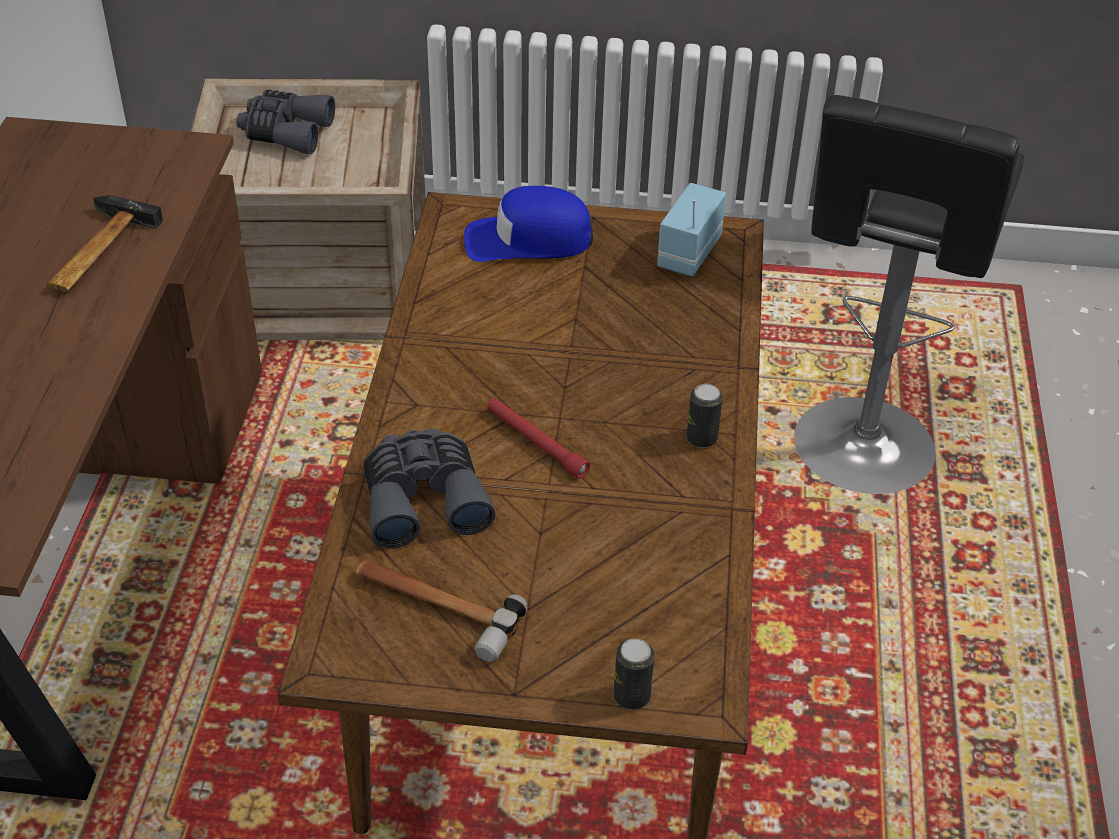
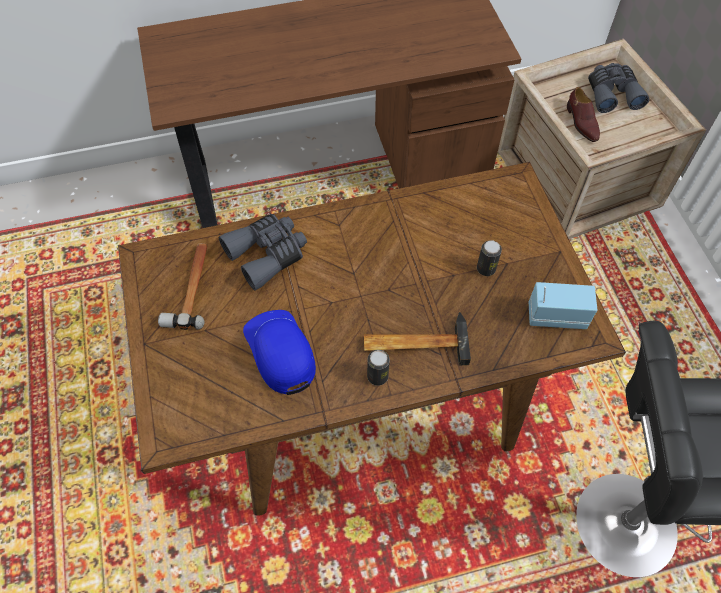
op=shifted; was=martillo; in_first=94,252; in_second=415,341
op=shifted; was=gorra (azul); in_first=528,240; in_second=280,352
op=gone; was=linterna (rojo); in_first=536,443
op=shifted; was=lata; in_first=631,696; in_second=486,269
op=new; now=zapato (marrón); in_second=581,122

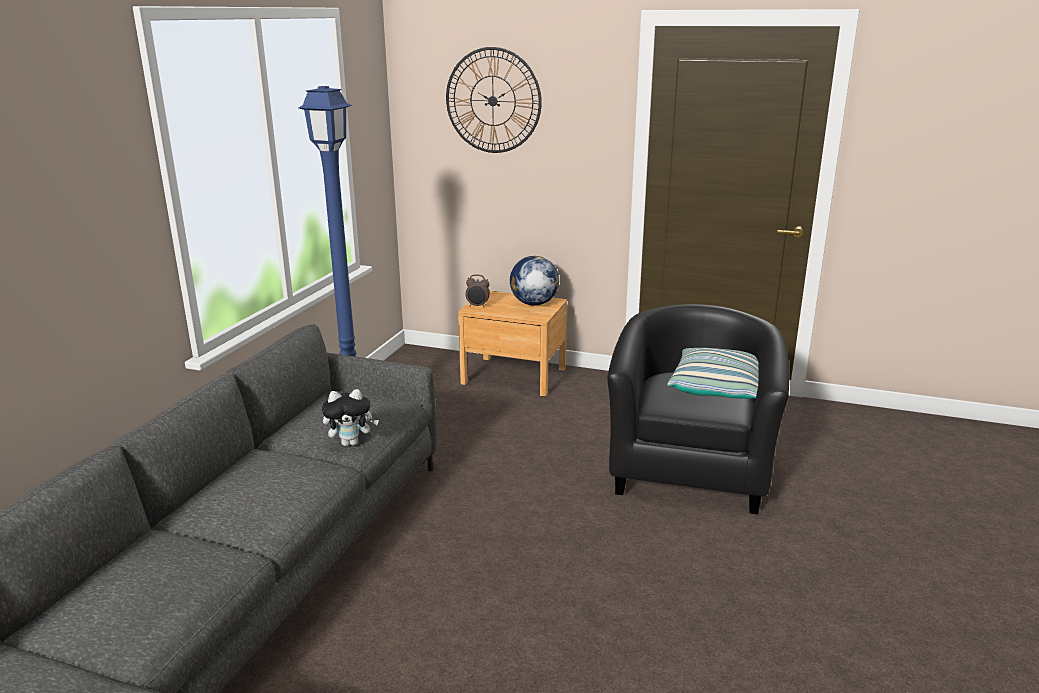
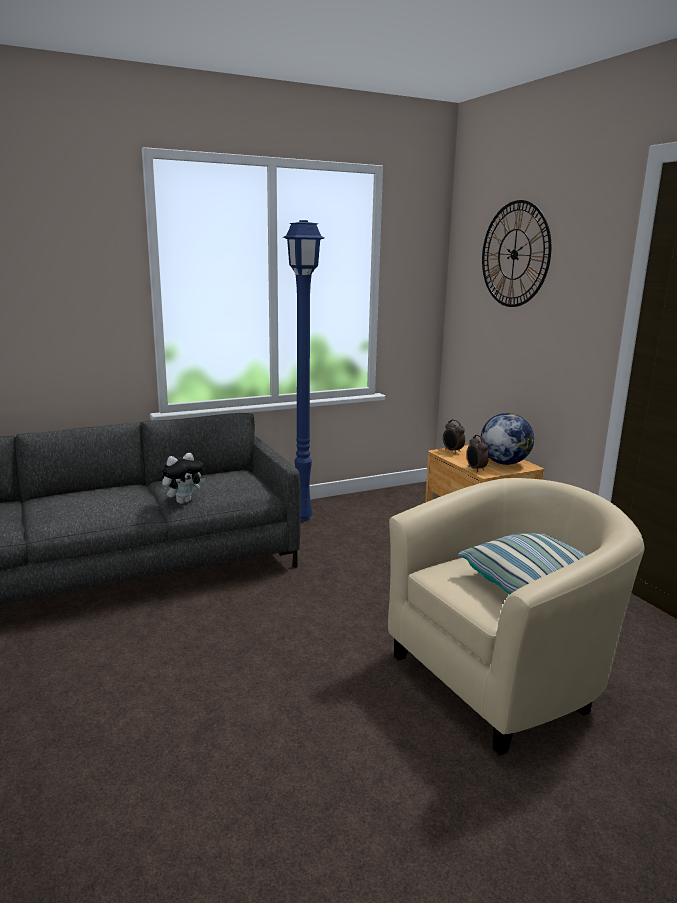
op=rotated; was=peluche; in_first=351,443; in_second=183,501; clockwise=-75
op=repainted; was=sillón (negro); now=sillón (beis); in_first=690,470; in_second=503,676
op=new; now=despertador; in_second=475,469

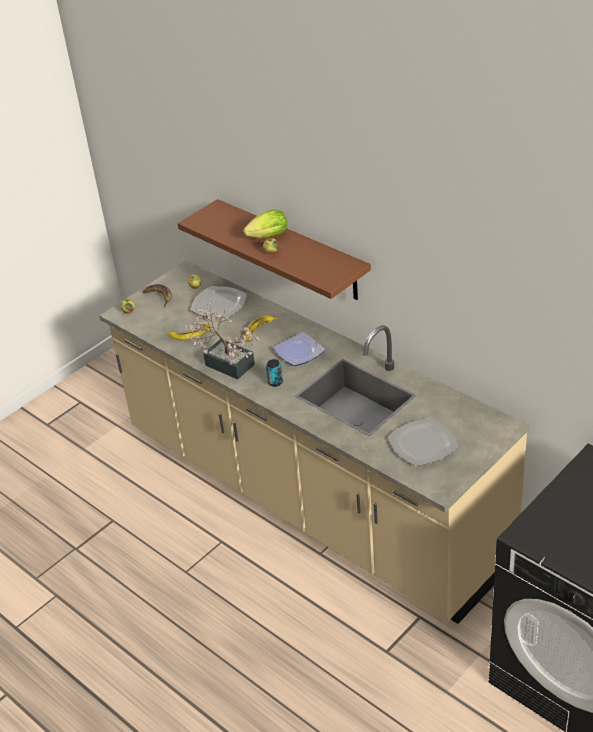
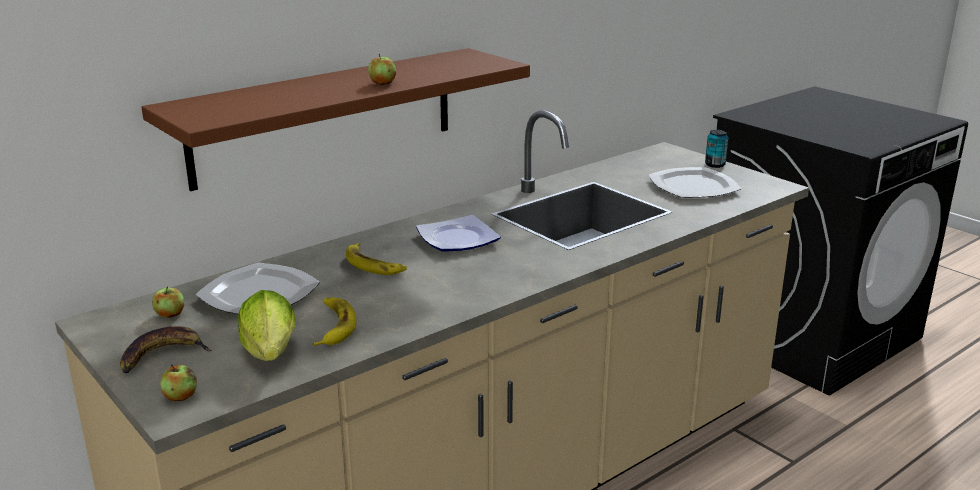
op=gone; was=planta en maceta; in_first=225,362
op=shifted; was=lechuga; in_first=266,237; in_second=270,355
op=shifted; was=lata; in_first=275,382; in_second=715,165

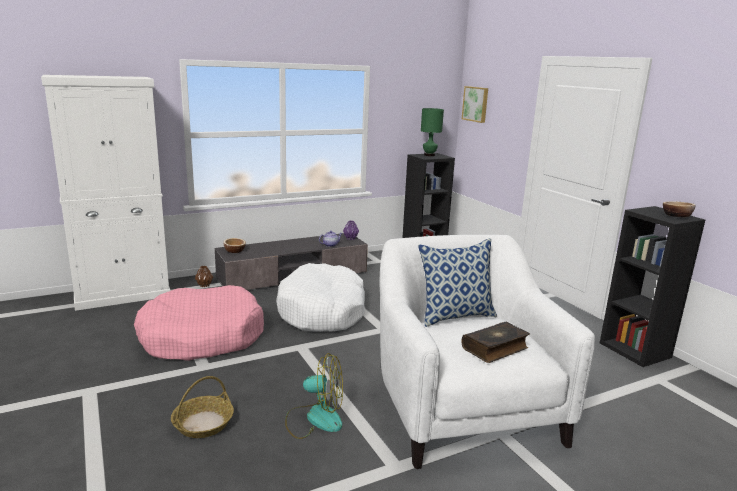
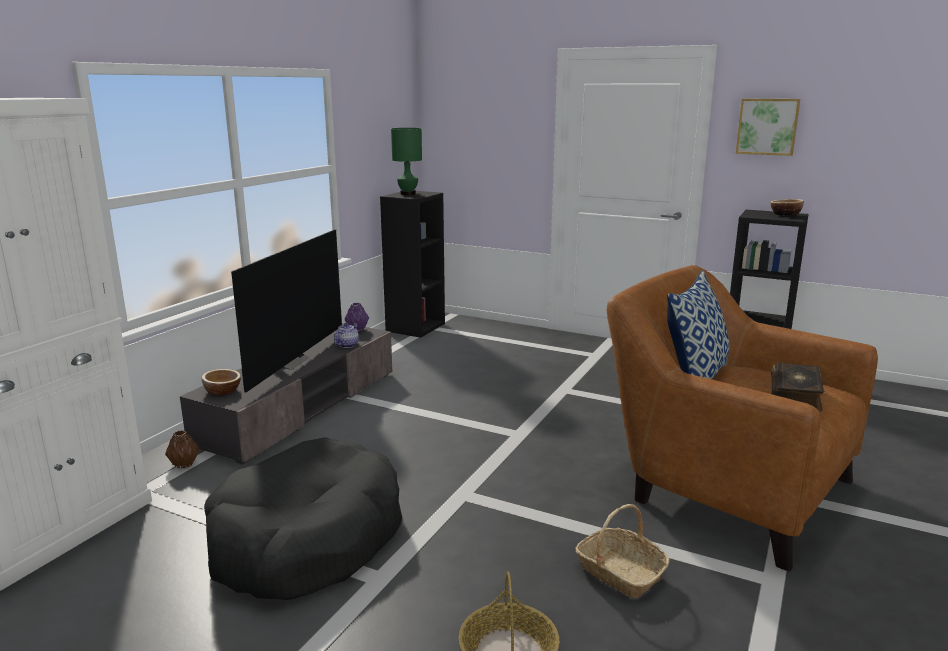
op=repainted; was=cama para perro (rosa); now=cama para perro (negro); in_first=201,337; in_second=307,540
op=gone; was=cama para perro (blanco); in_first=322,311
op=swapped; was=ventilador; now=cesta; in_first=315,418; in_second=619,572
op=repainted; was=sillón (blanco); now=sillón (marrón); in_first=463,407; in_second=723,485
op=shifted; was=cuadro; in_first=476,104; in_second=767,126
op=new; now=televisor; in_second=290,362

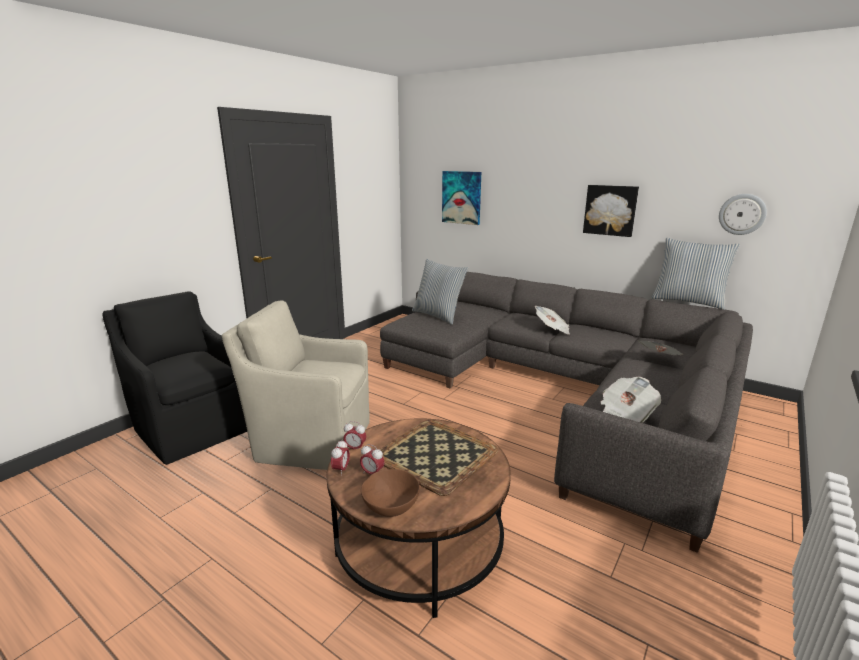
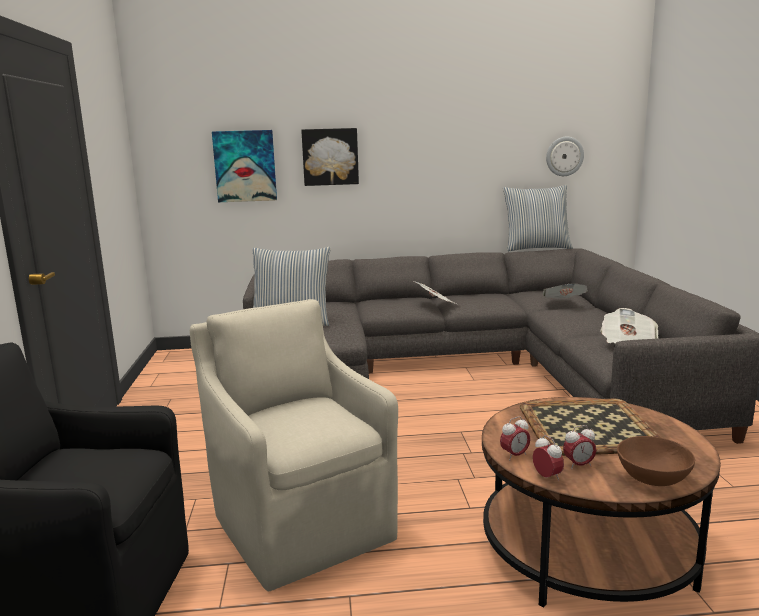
op=rotated; was=sillón (beis); in_first=311,441; in_second=301,524; clockwise=90
op=shifted; was=cuadro; in_first=610,210; in_second=330,157

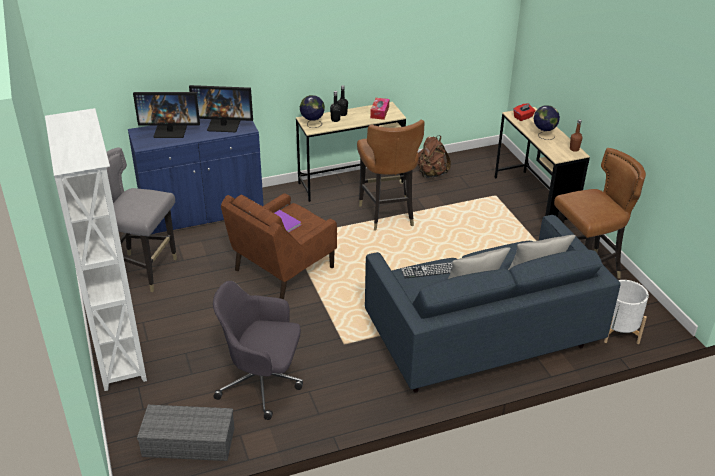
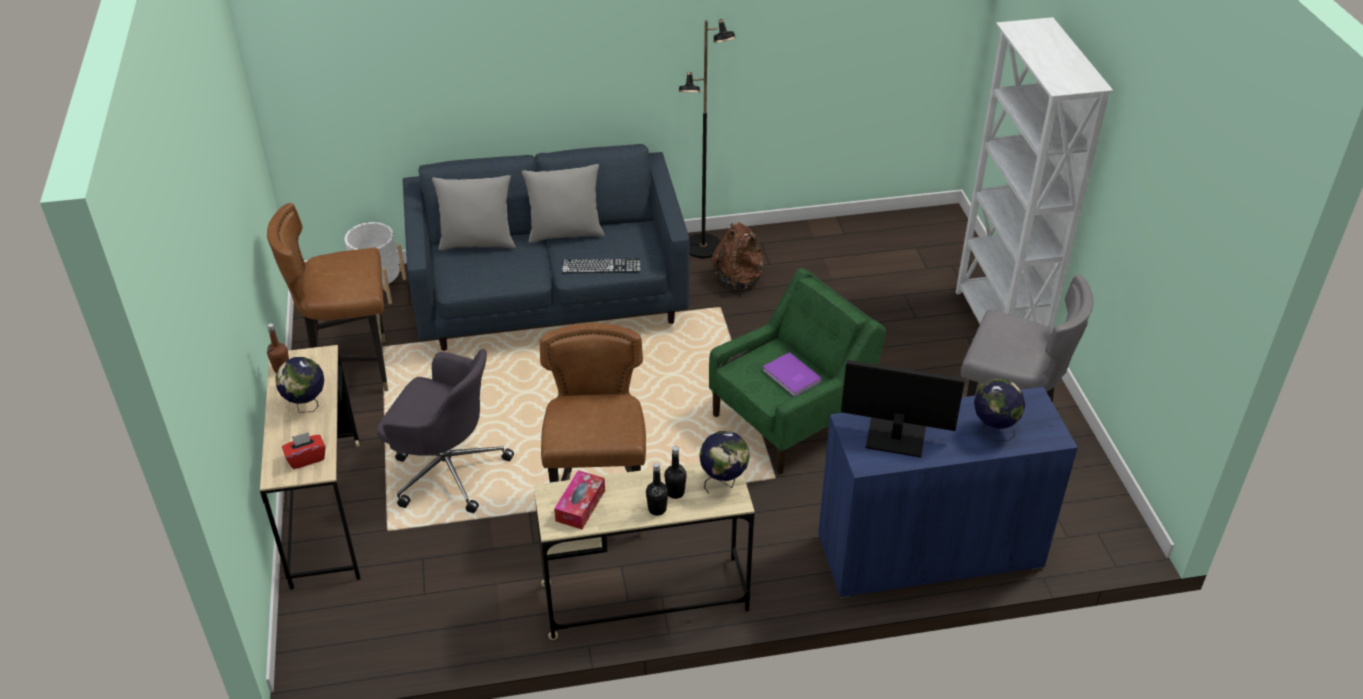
op=swapped; was=monitor; now=globo terráqueo; in_first=170,131; in_second=993,431
op=gone; was=caja de almacenaje (gris); in_first=190,441
op=shifted; was=silla de oficina (gris); in_first=262,383; in_second=446,470
op=repainted; was=sillón (marrón); now=sillón (verde); in_first=283,269; in_second=790,420
op=shifted; was=mochila (marrón); in_first=431,174; in_second=739,279
op=new; now=lámpara de pie (negro); in_second=703,247

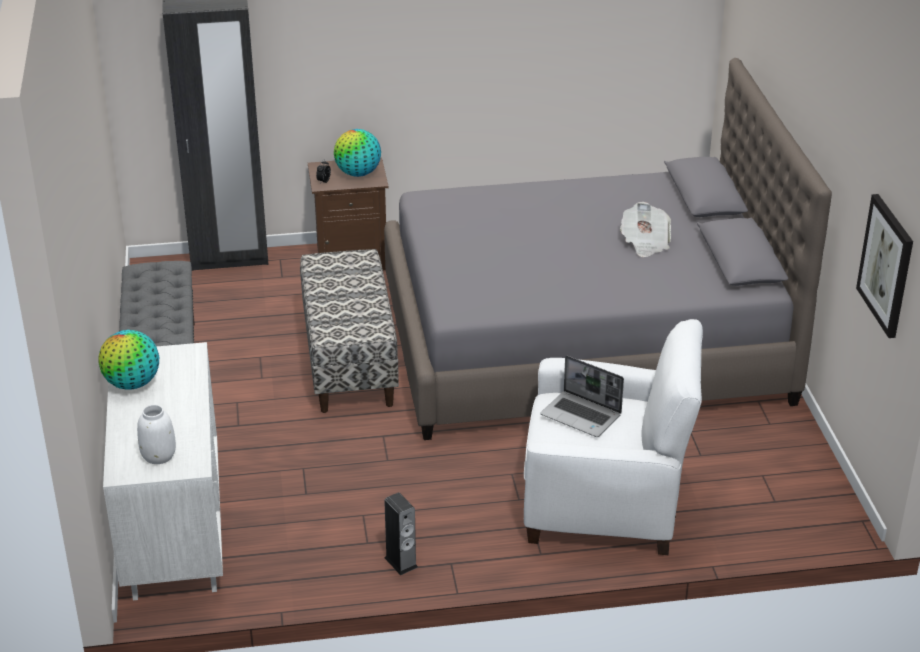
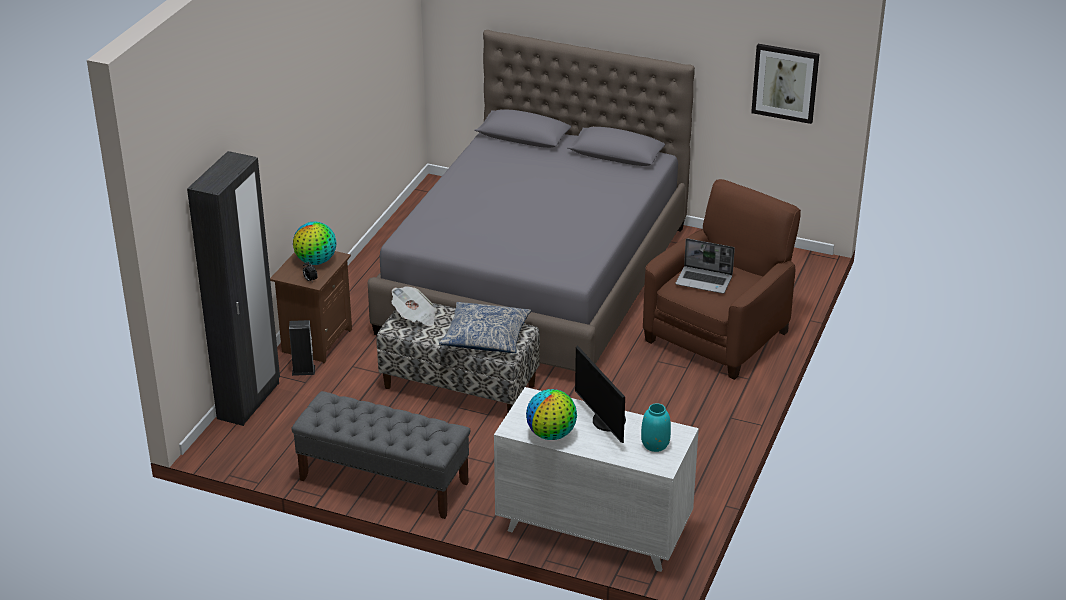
op=repainted; was=florero (blanco); now=florero (turquesa); in_first=159,455; in_second=655,444
op=shifted; was=altavoz; in_first=401,562; in_second=303,370
op=repainted; was=sillón (blanco); now=sillón (marrón); in_first=605,502; in_second=718,335
op=rotated; was=portátil; in_first=582,415; in_second=704,281; clockwise=45
op=shifted; was=periódico; in_first=645,243; in_second=415,317
op=new; now=cojín; in_second=485,337
op=new; now=monitor; in_second=605,422

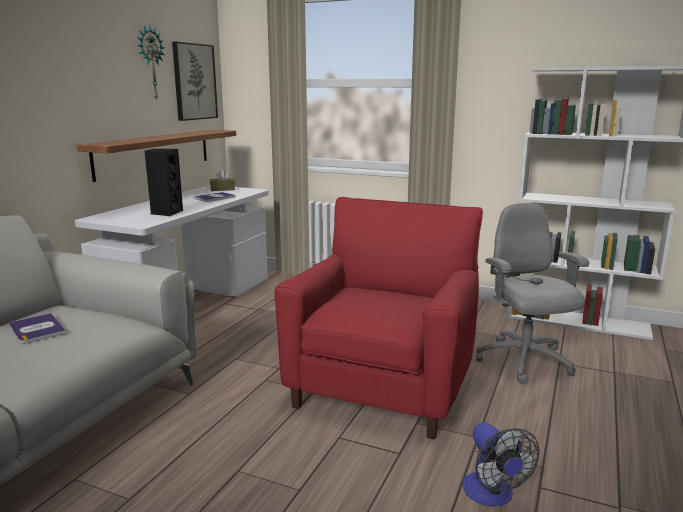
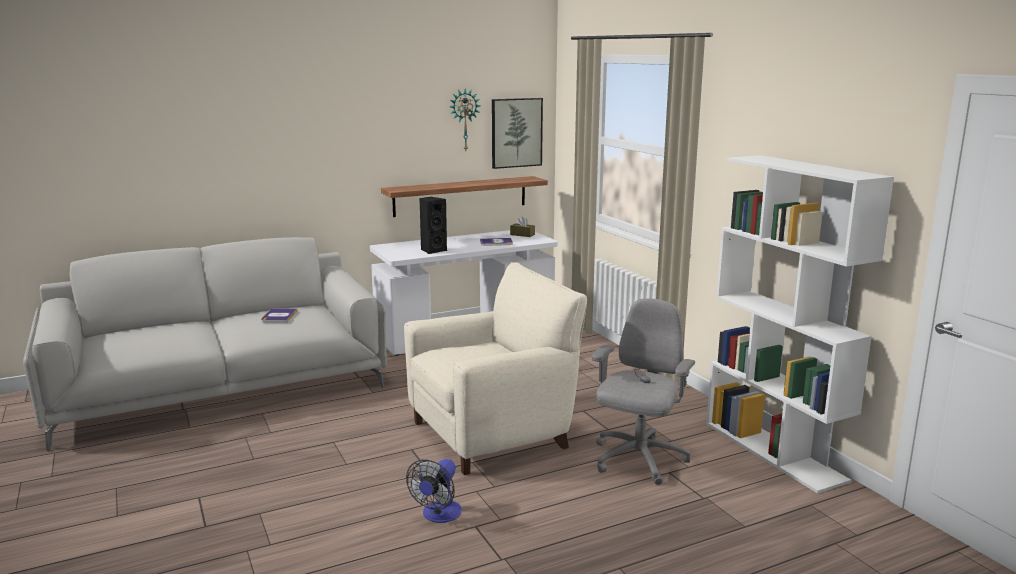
op=repainted; was=sillón (rojo); now=sillón (beis); in_first=384,387; in_second=493,434

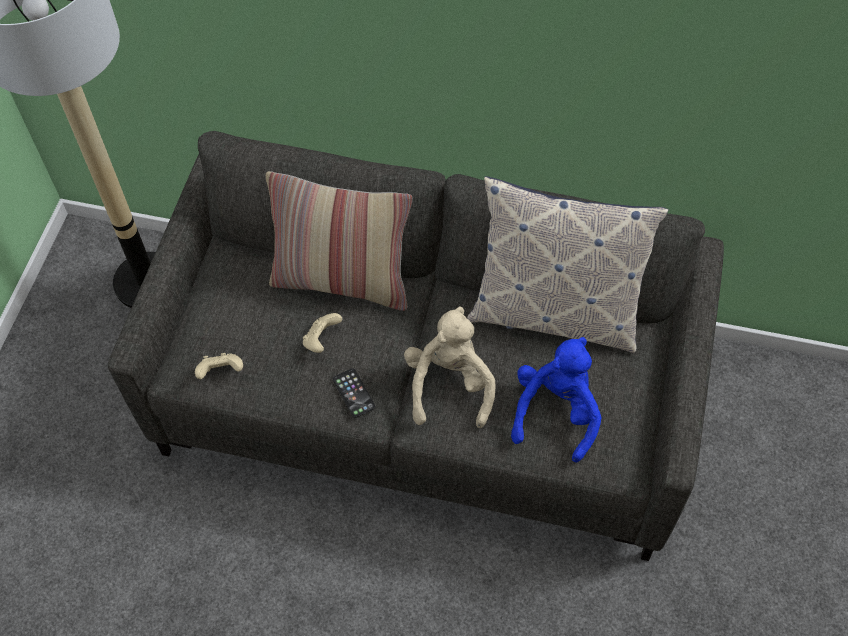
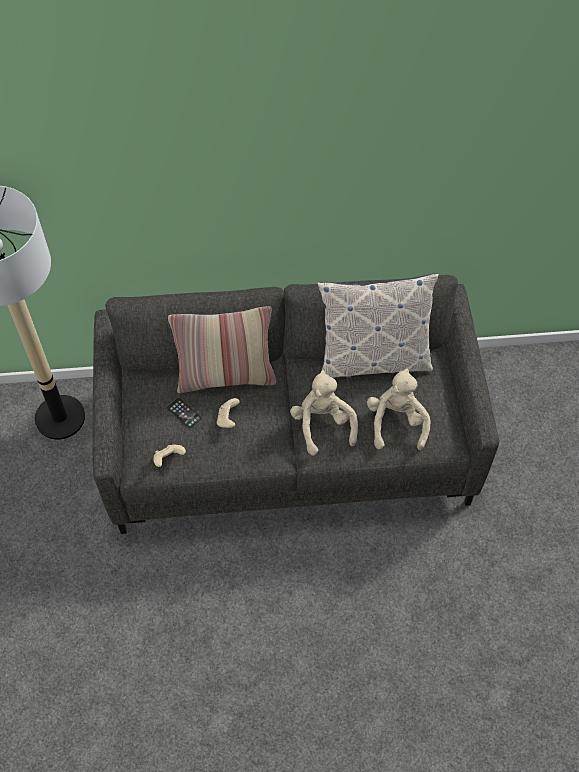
op=shifted; was=móvil; in_first=353,393; in_second=184,413
op=repainted; was=peluche (azul); now=peluche (beis); in_first=556,412; in_second=396,422

